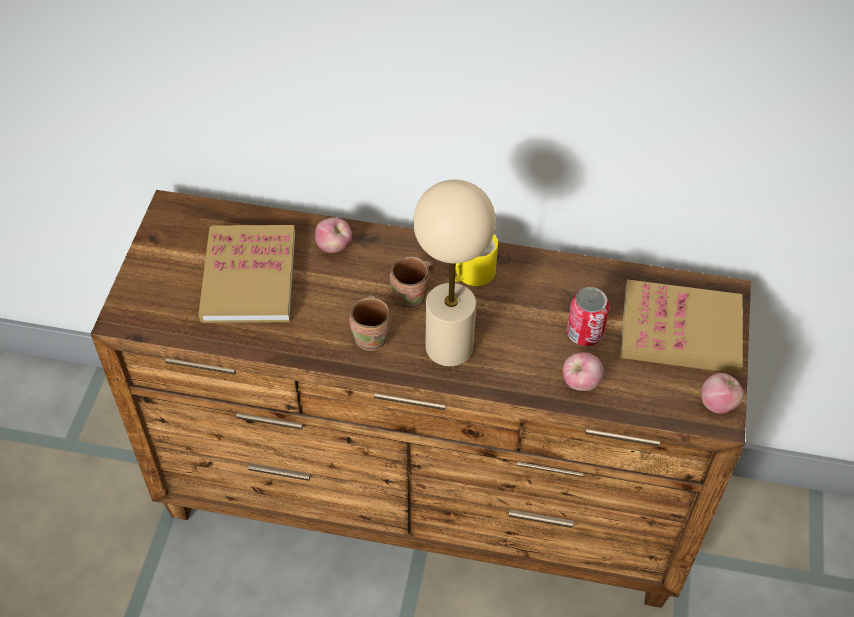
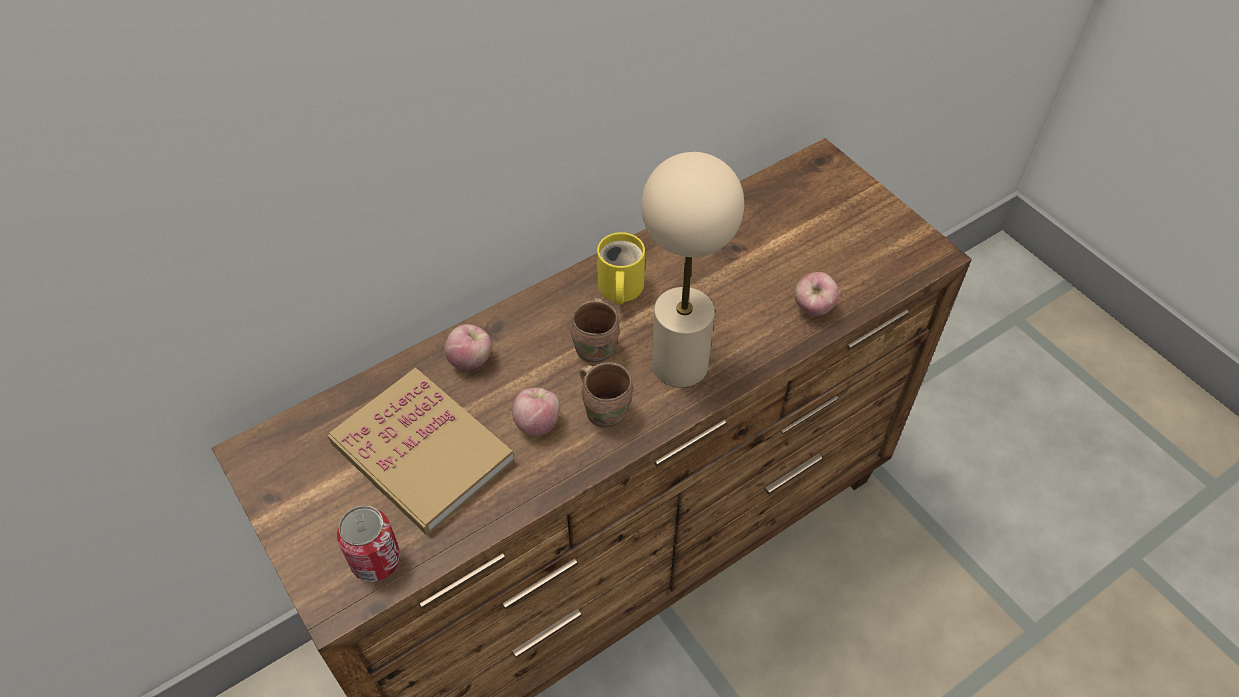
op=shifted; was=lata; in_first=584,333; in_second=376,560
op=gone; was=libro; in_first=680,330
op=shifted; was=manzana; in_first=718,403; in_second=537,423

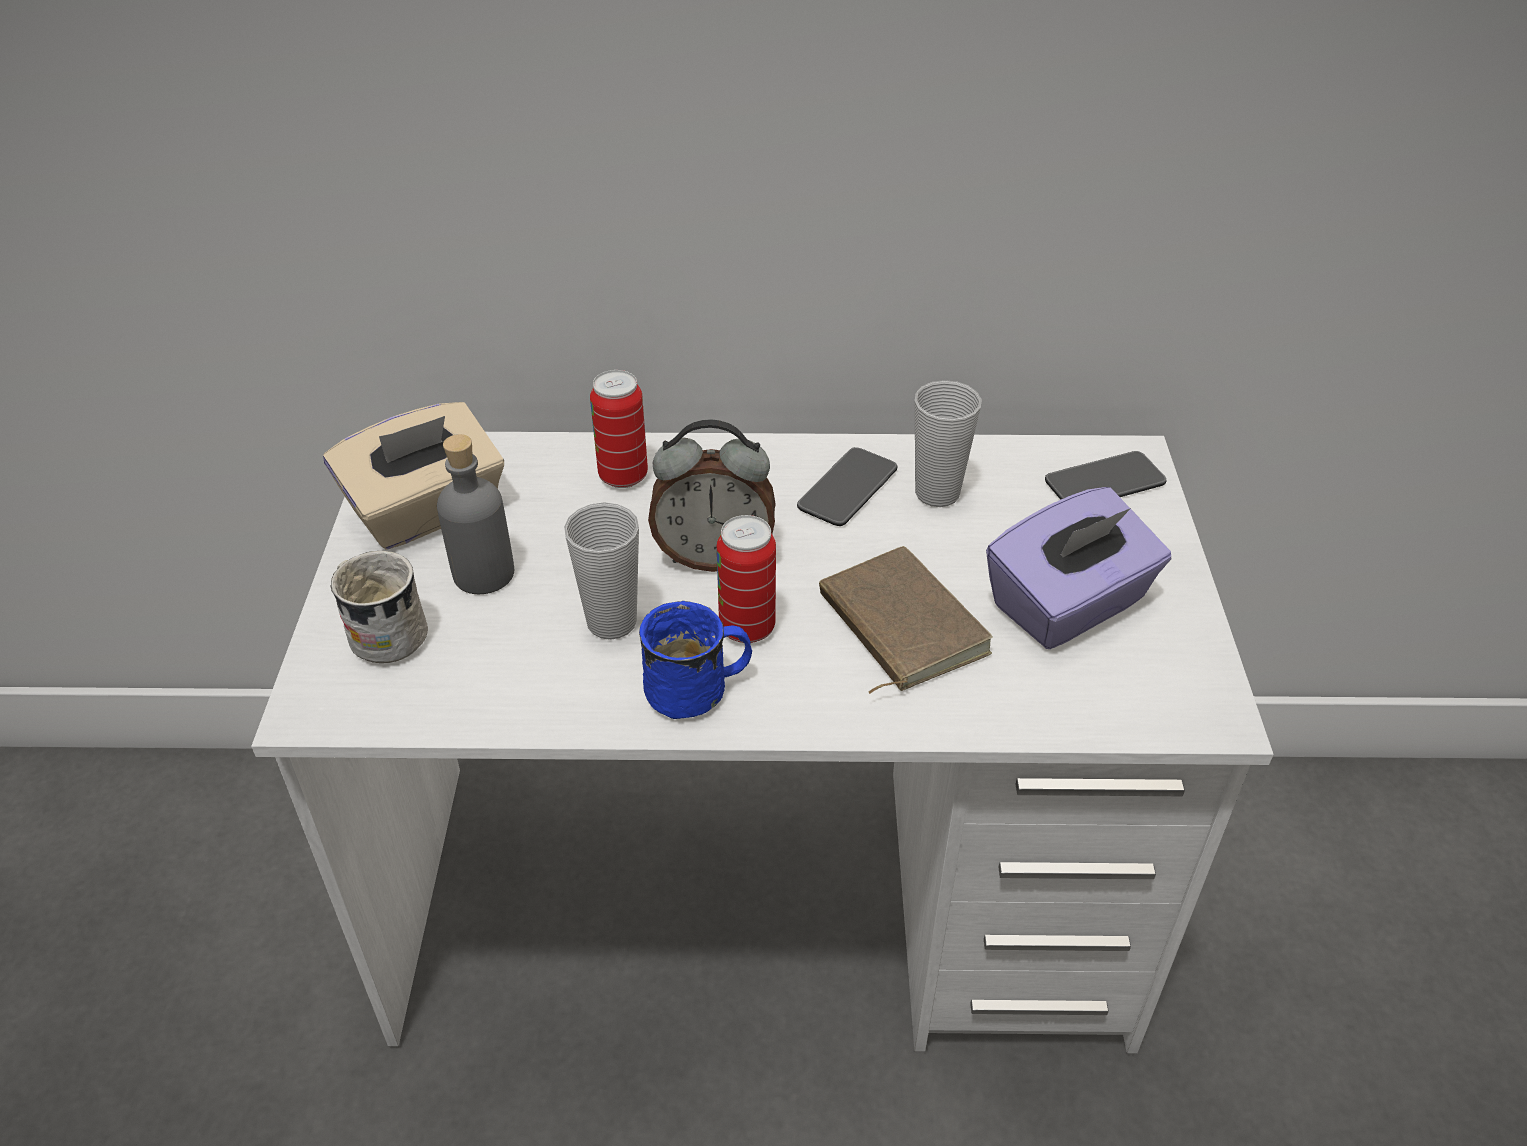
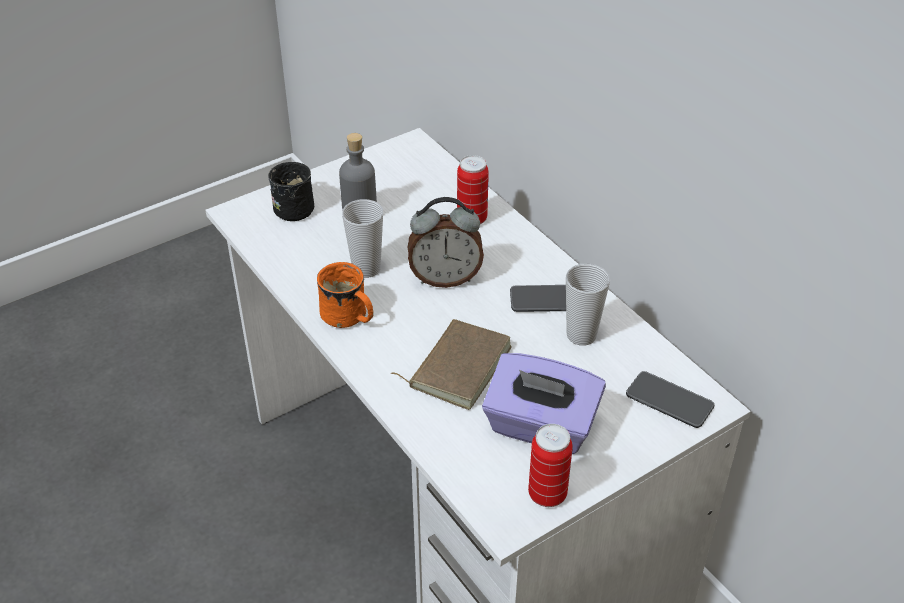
op=gone; was=caja de pañuelos (beis); in_first=427,512
op=repainted; was=taza grande (blanco); now=taza grande (negro); in_first=382,632; in_second=296,206
op=repainted; was=taza grande (azul); now=taza grande (naranja); in_first=699,690; in_second=349,318
op=rotated; was=despertador; in_first=714,556; in_second=445,278; clockwise=-60
op=shifted; was=lata; in_first=747,628; in_second=547,494

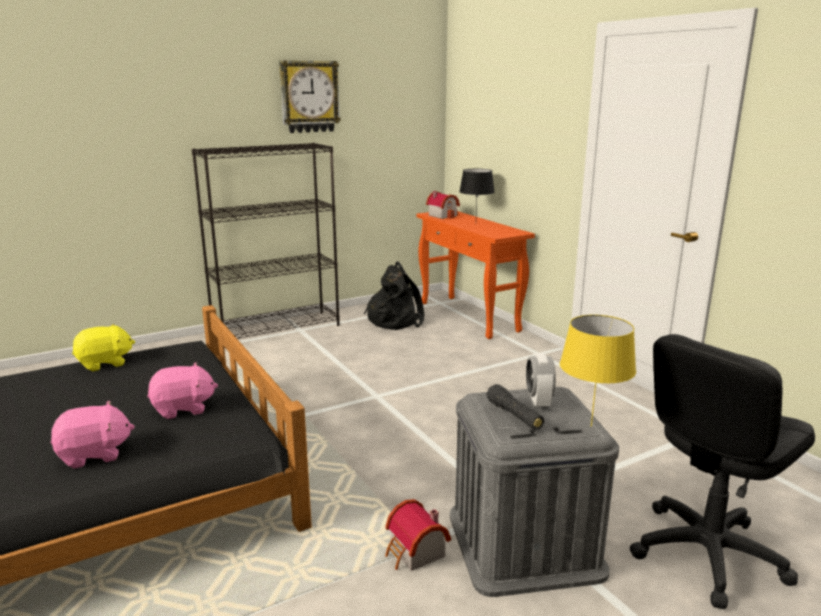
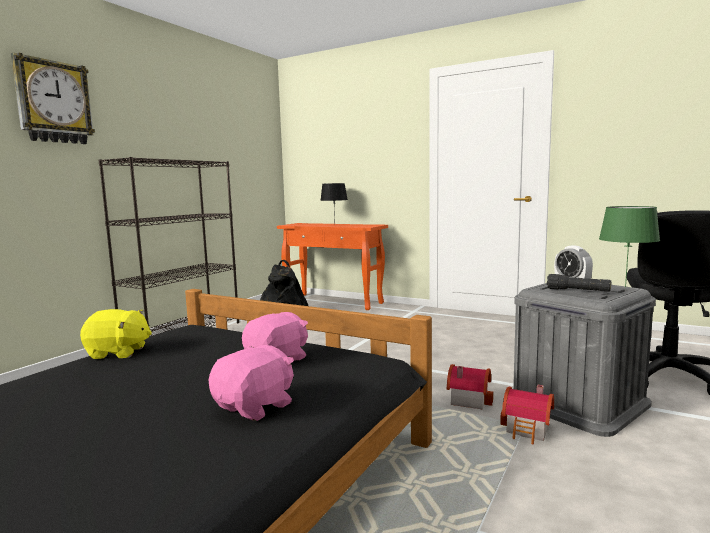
op=rotated; was=peluche (amarillo); in_first=105,363; in_second=118,353; clockwise=60
op=shifted; was=reloj de pared; in_first=309,97; in_second=53,102
op=shifted; was=casita; in_first=443,215; in_second=468,399
op=repainted; was=lámpara de mesa (amarillo); now=lámpara de mesa (verde); in_first=590,426; in_second=625,287

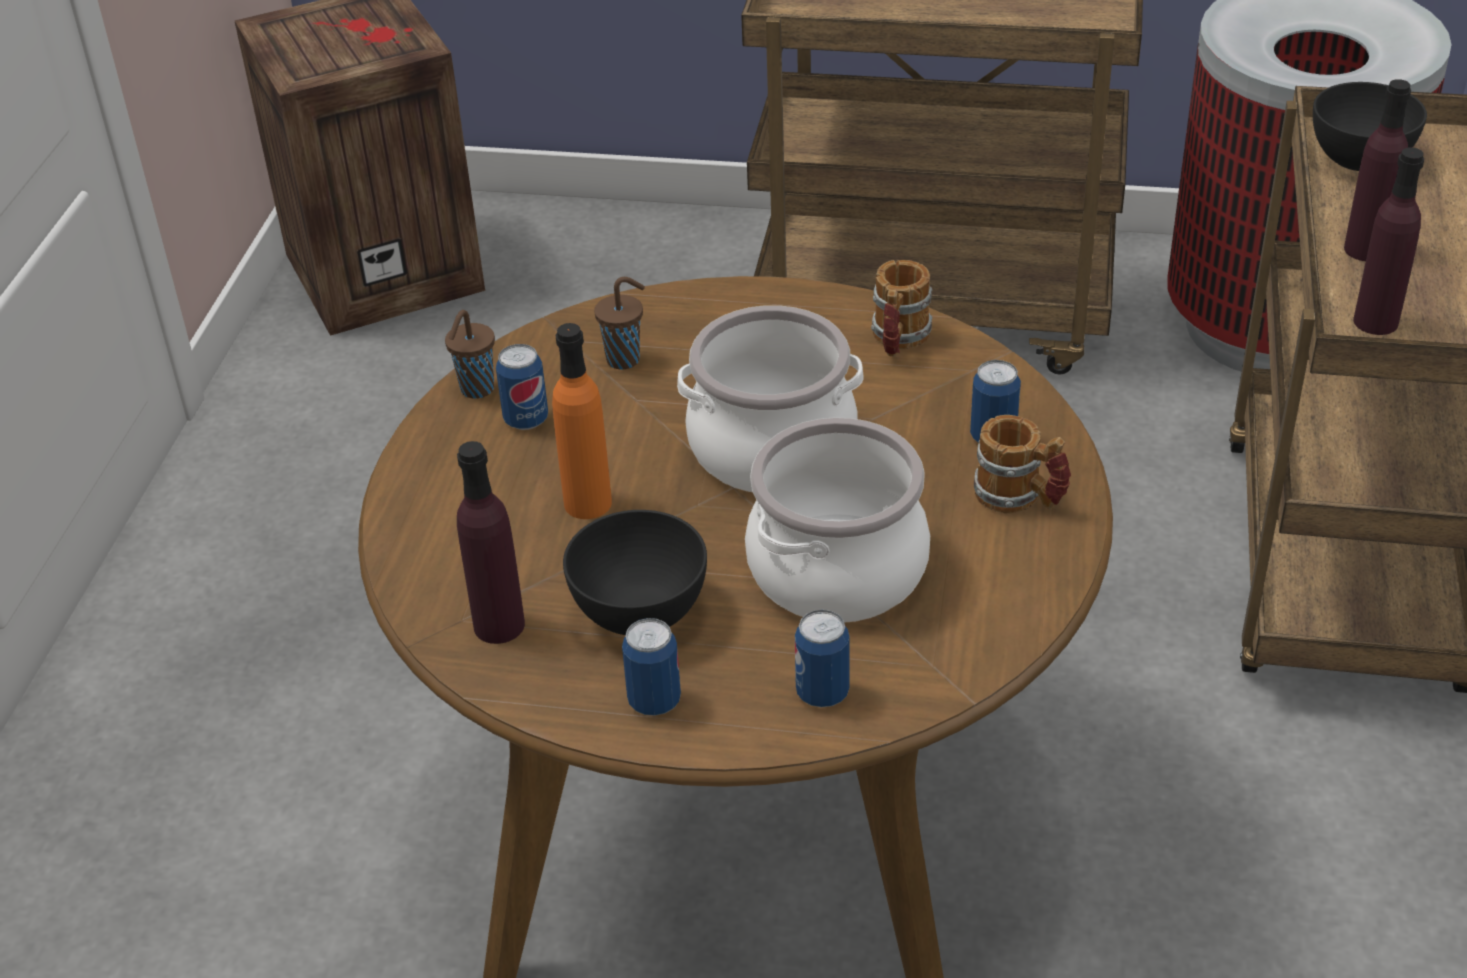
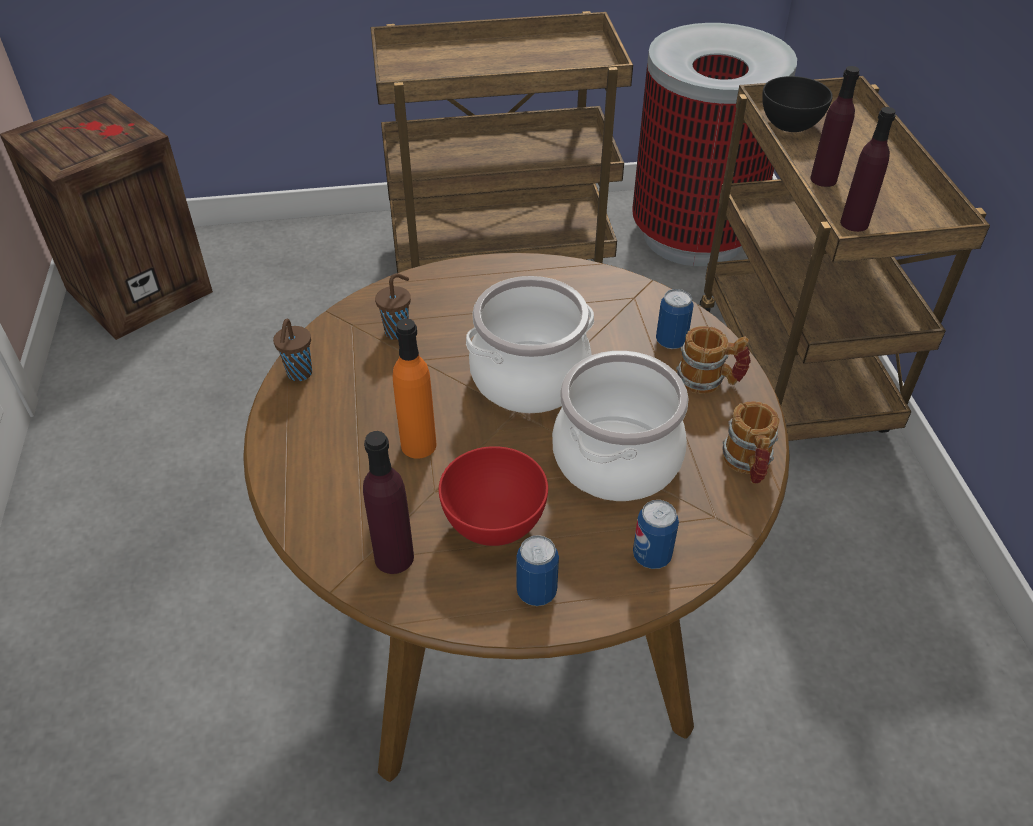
op=gone; was=lata; in_first=526,420
op=repainted; was=cuenco (negro); now=cuenco (rojo); in_first=639,613; in_second=494,523
op=shifted; was=taza grande; in_first=898,340; in_second=748,465

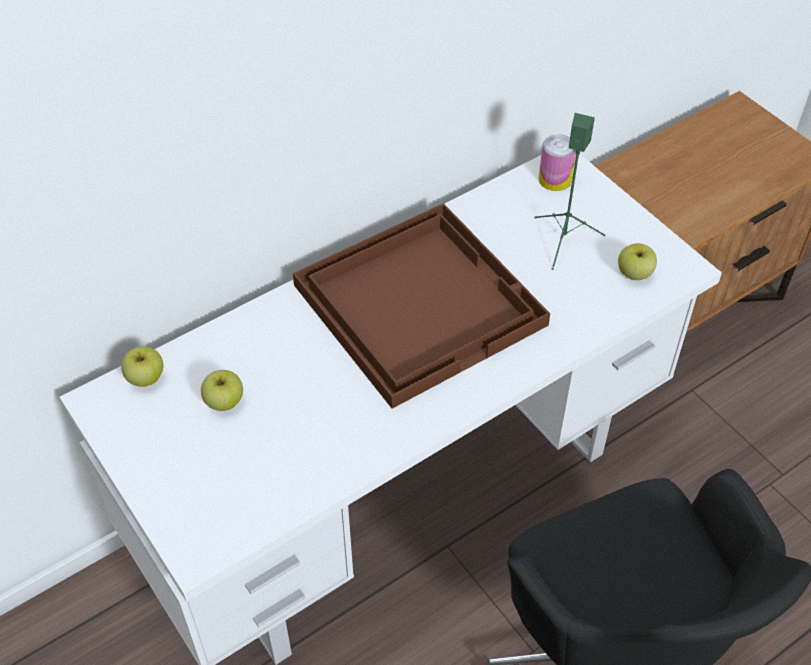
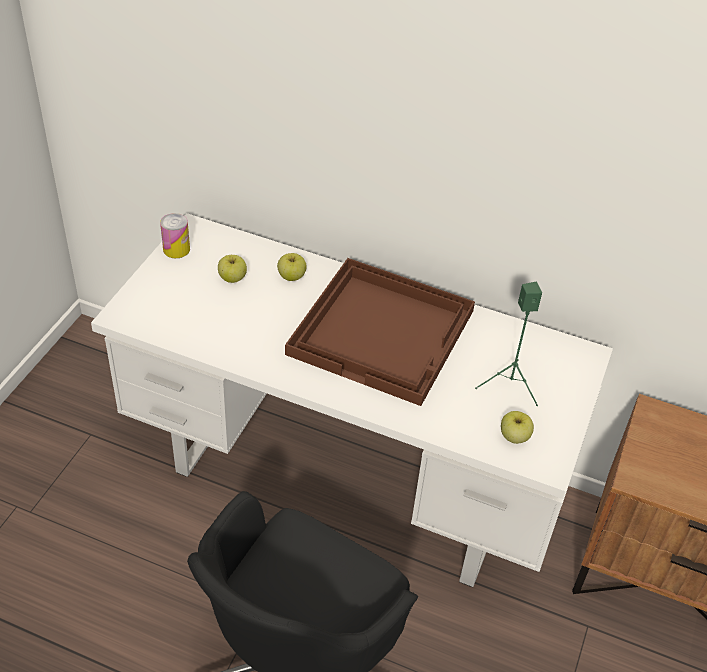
op=shifted; was=manzana; in_first=145,378; in_second=291,276
op=shifted; was=lata; in_first=555,179; in_second=176,249

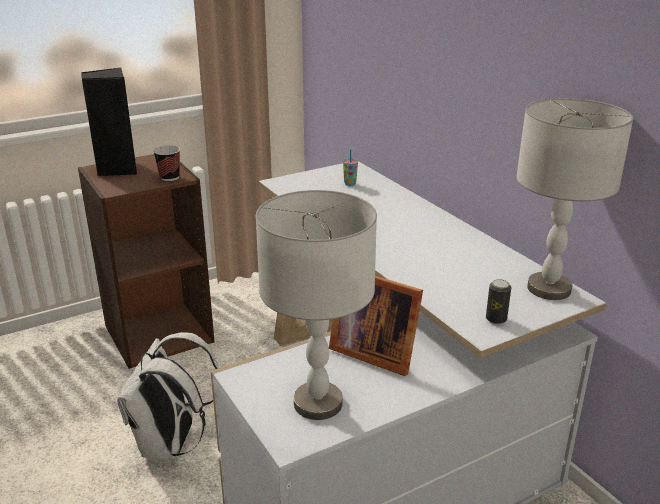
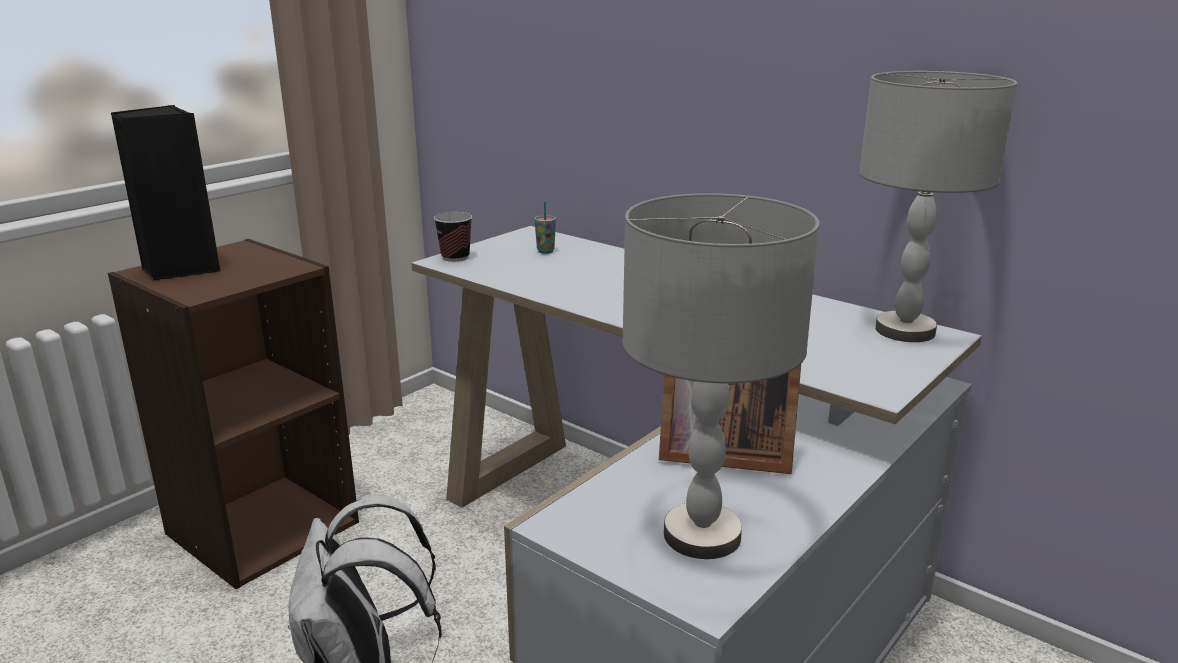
op=shifted; was=taza; in_first=169,177; in_second=455,257
op=gone; was=lata; in_first=496,319

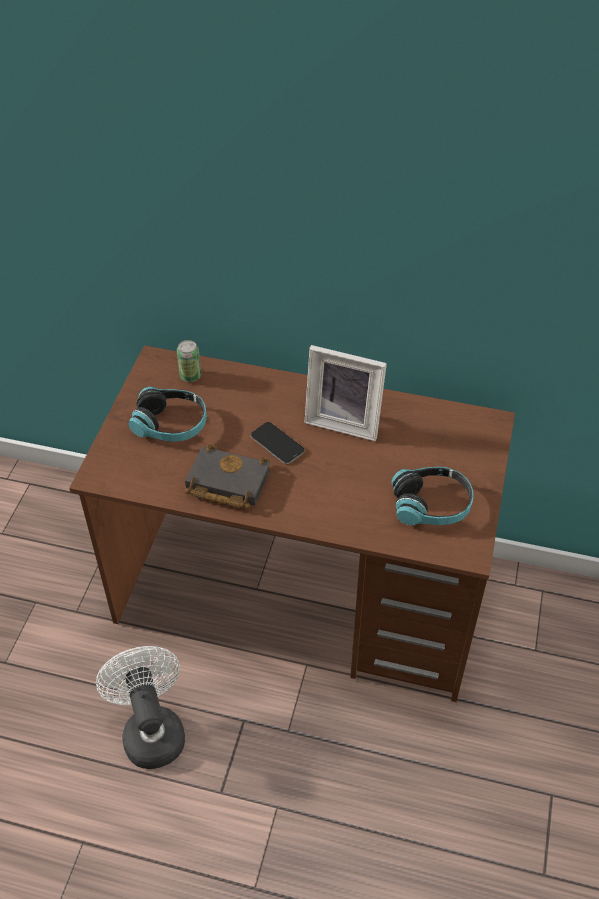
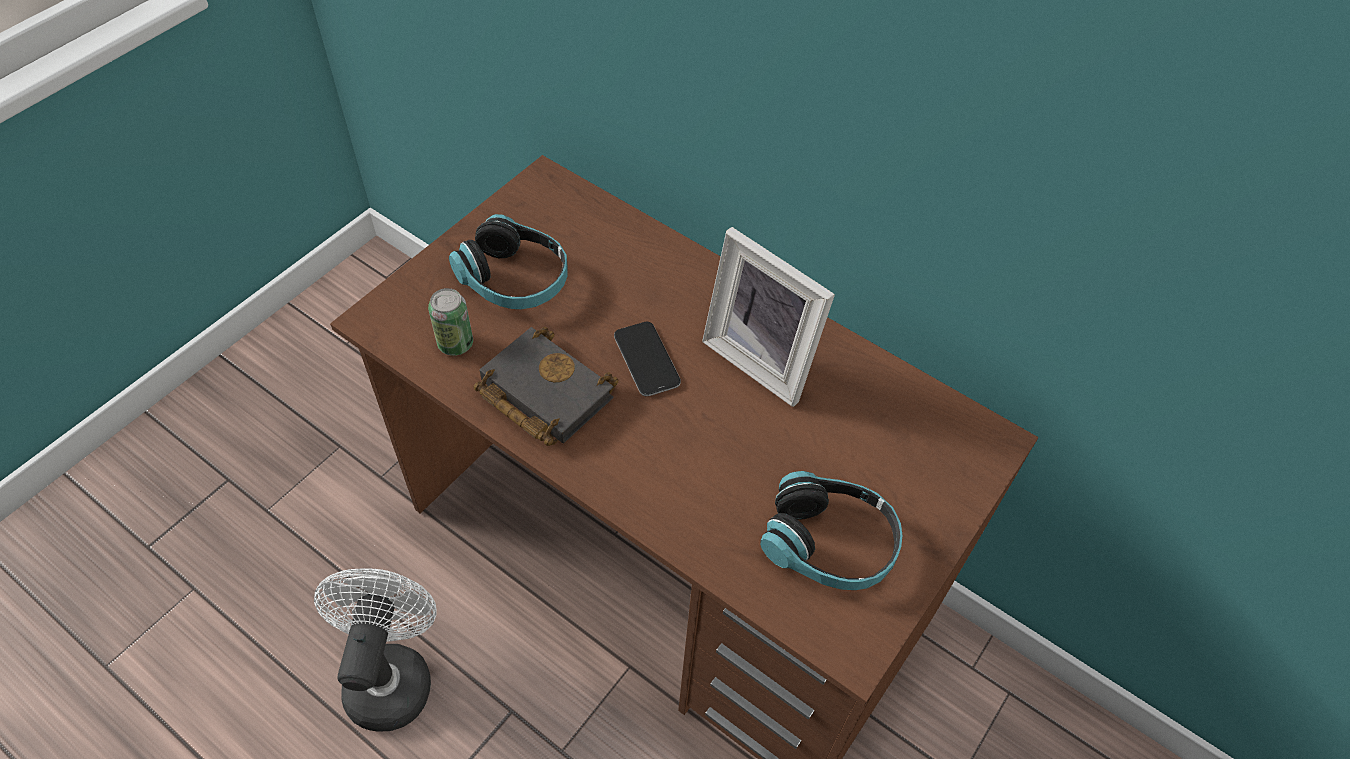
op=shifted; was=lata; in_first=190,376; in_second=455,344

